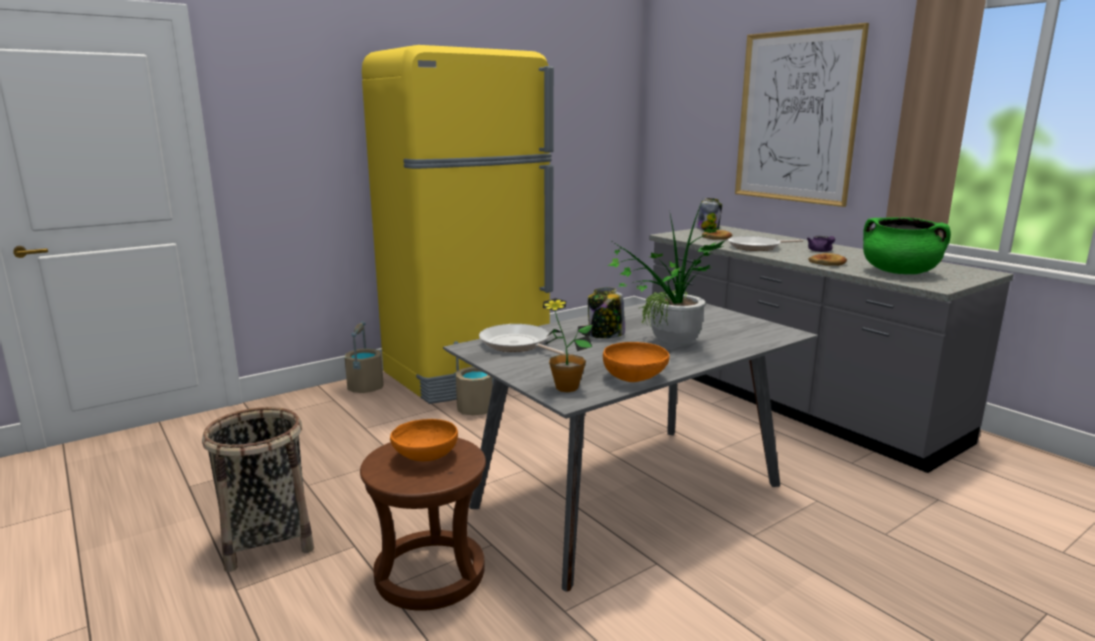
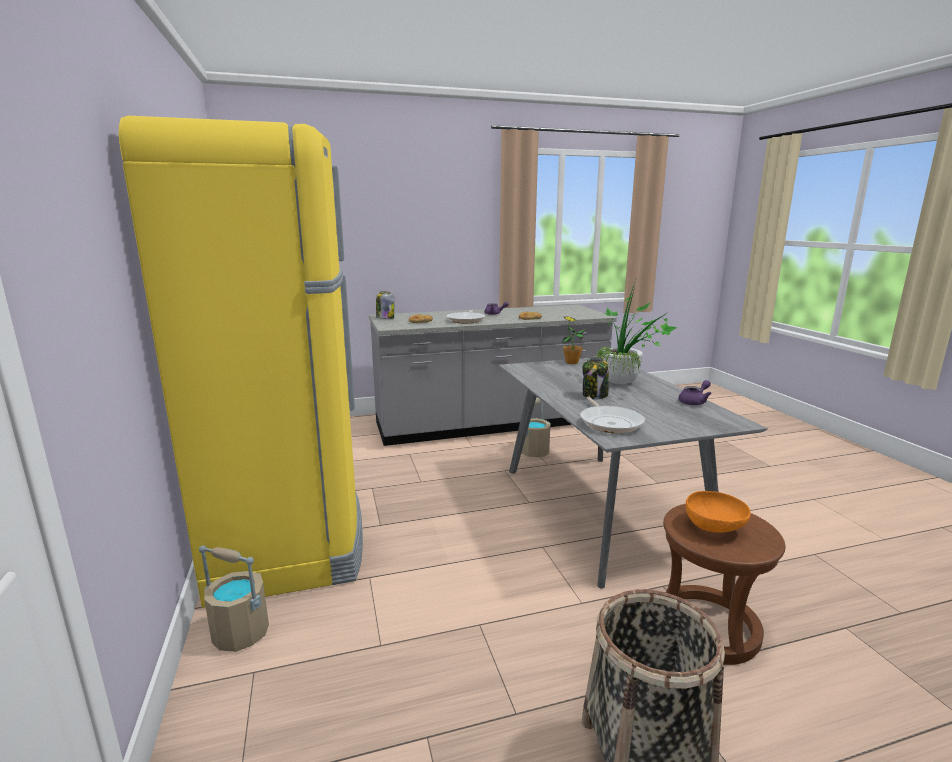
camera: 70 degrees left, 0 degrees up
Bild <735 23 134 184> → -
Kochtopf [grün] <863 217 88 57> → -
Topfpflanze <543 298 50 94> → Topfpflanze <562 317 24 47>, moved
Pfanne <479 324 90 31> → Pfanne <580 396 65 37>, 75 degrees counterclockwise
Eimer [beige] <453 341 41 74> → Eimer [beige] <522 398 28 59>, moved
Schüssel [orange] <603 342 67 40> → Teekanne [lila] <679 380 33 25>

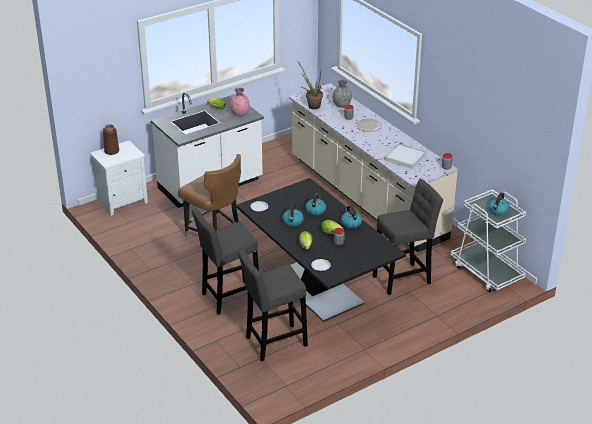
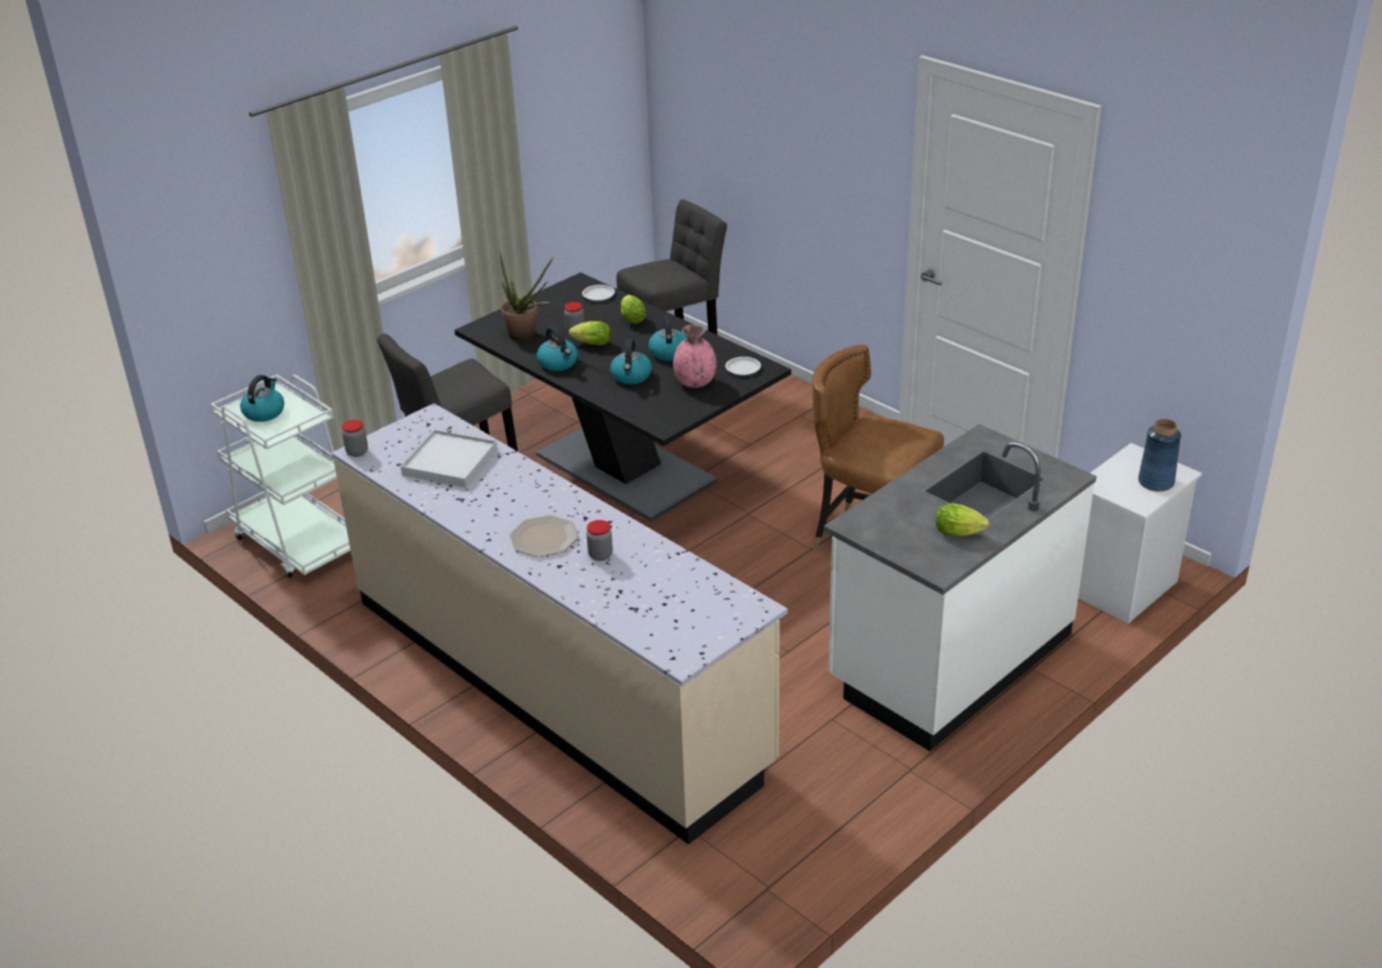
camera: 170 degrees right, 0 degrees up
Topfpflanze <298 61 25 48> → Topfpflanze <499 251 54 90>, moved
Vase [grau] <333 79 19 29> → -
Vase [rosa] <230 87 20 29> → Vase [rosa] <673 325 43 63>, moved
Vase [braun] <103 124 16 31> → Vase [blau] <1138 419 43 72>
Hocker [grau] <192 209 67 106> → -

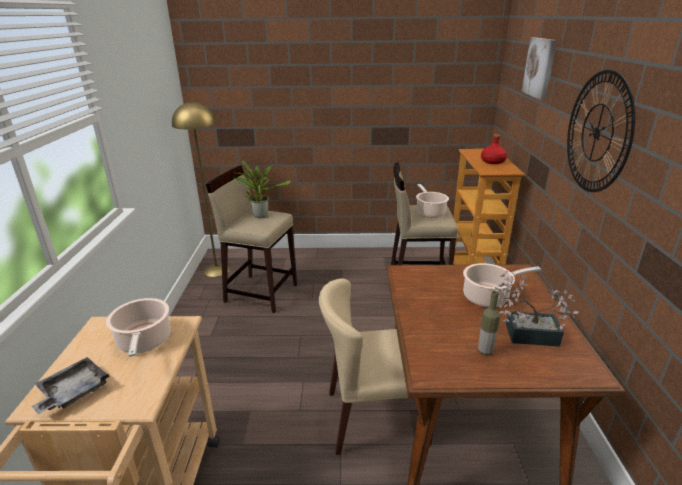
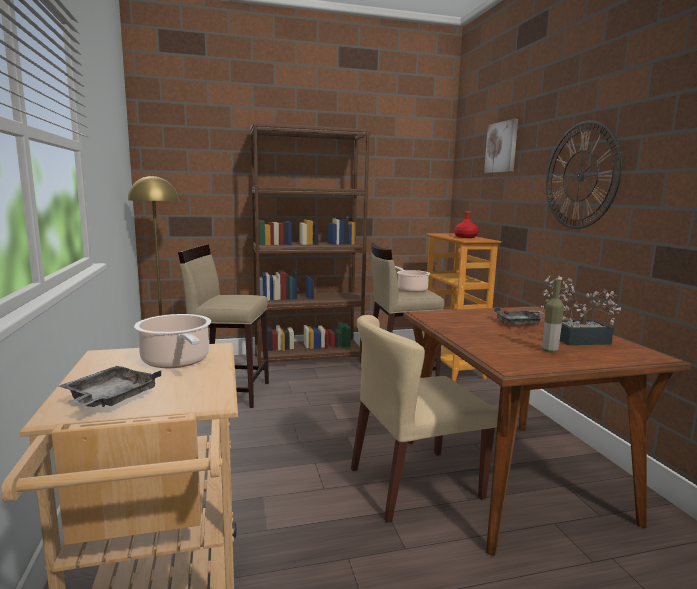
camera: 15 degrees left, 15 degrees down
Topfpflanze <233 161 58 57> → -
Kochtopf <463 263 78 44> → Tablett [grau] <494 307 51 18>
- → Bücherregal [braun] <250 123 120 243>

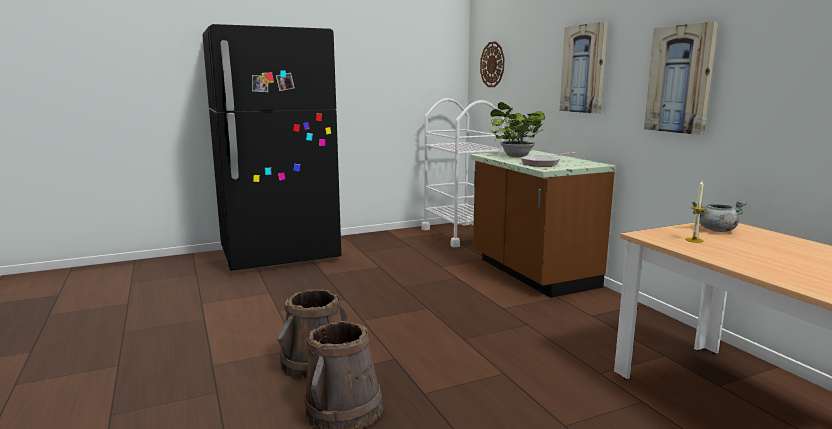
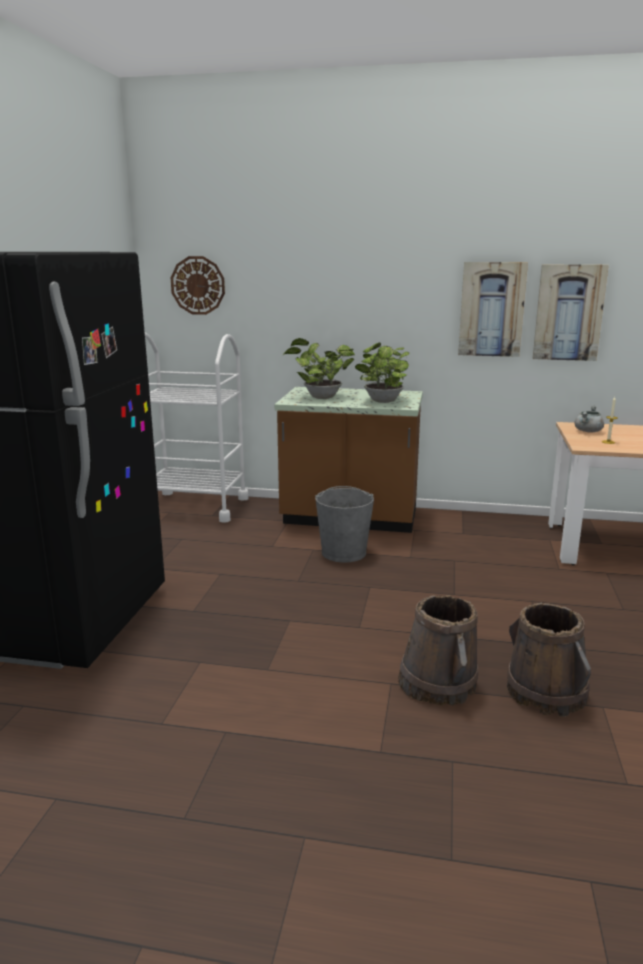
camera: 55 degrees left, 5 degrees up
Bild <560 22 48 92> → Bild <533 264 76 97>, moved
Pfanne <520 152 55 15> → Topfpflanze <355 343 54 60>
- → Eimer [grau] <315 486 59 77>

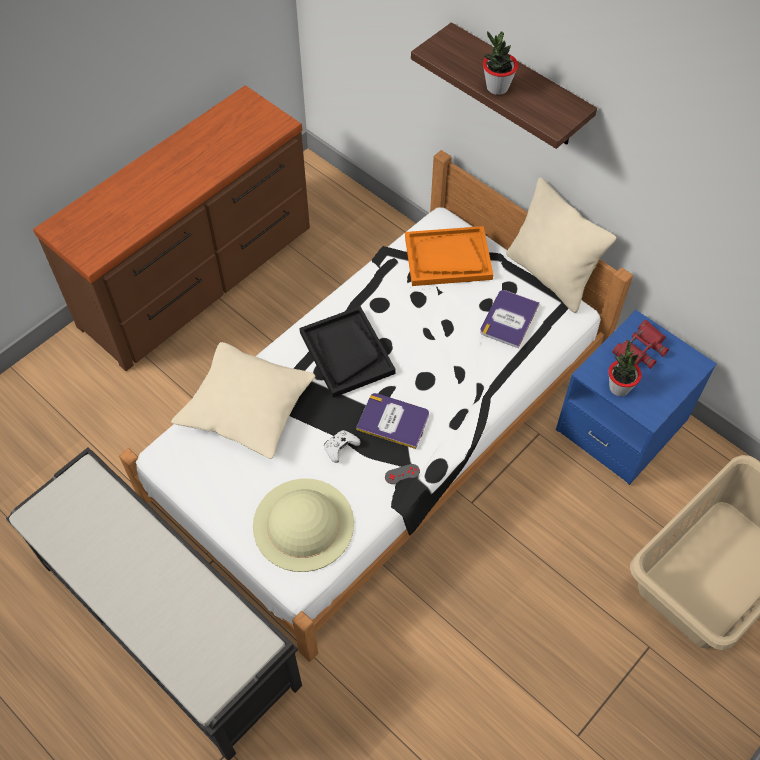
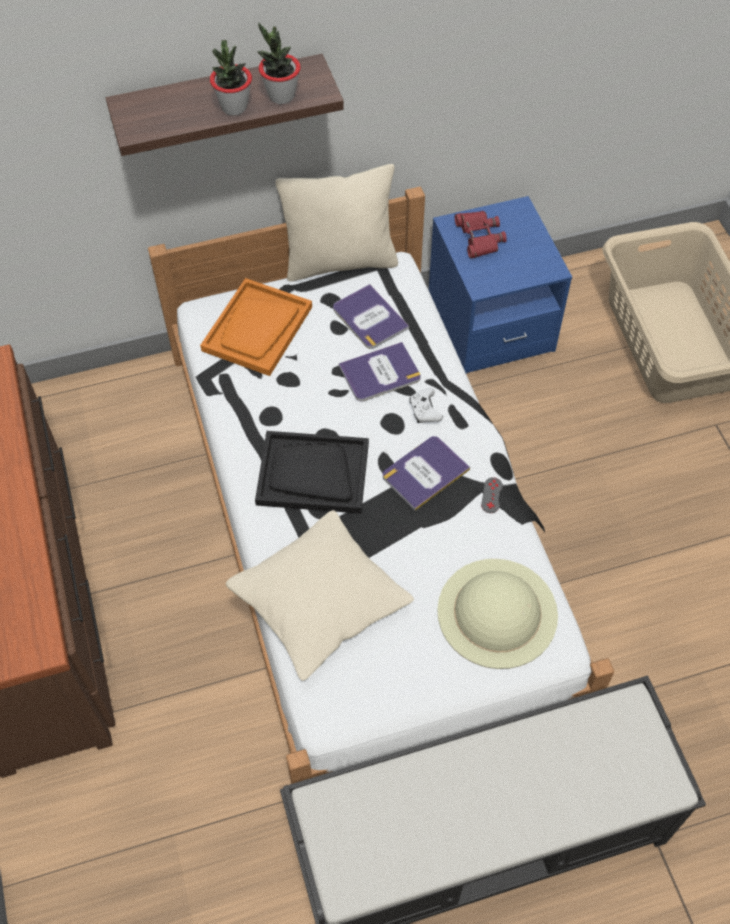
camera: 60 degrees left, 0 degrees up
Topfpflanze <608 340 34 56> → Topfpflanze <257 23 44 81>, moved
Gamepad [weiß] <324 430 36 33> → Gamepad [weiß] <410 388 33 35>, moved
- → Buch <339 342 82 60>

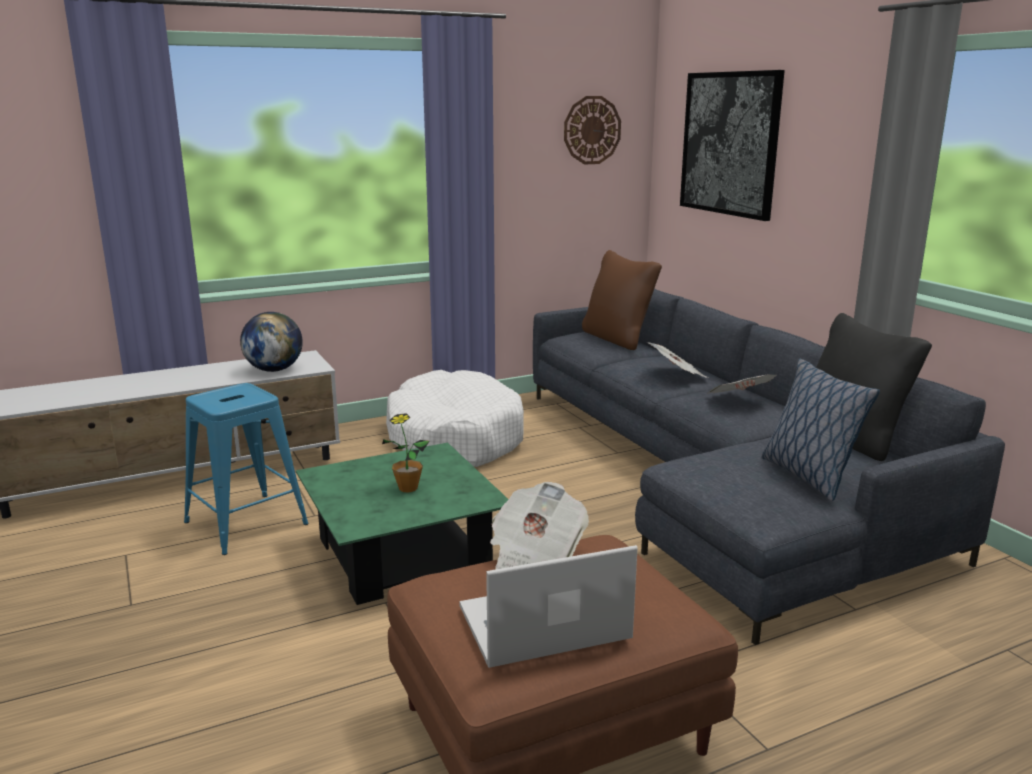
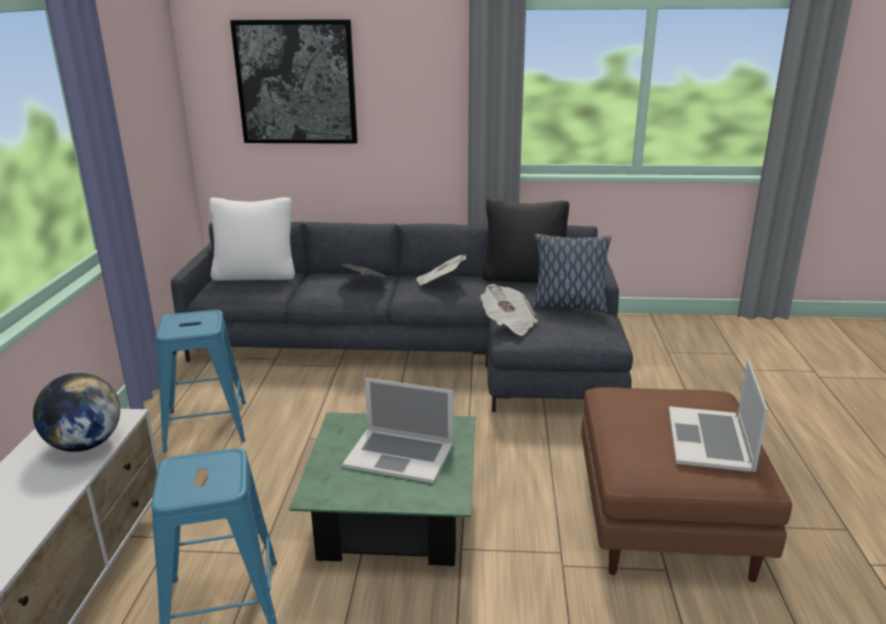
camera: 60 degrees left, 5 degrees up
Wanduhr <564 96 57 68> → -
Kissen [braun] <582 250 80 100> → Kissen [weiß] <209 197 86 84>
Hundebett [weiß] <386 370 138 97> → Hocker [blau] <156 310 90 142>
Topfpflanze <382 413 48 79> → Laptop <342 378 111 106>
Zeitung <490 482 99 88> → Zeitung <480 284 58 51>, moved

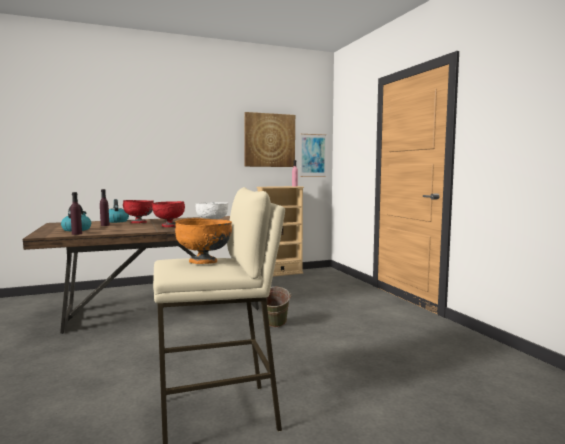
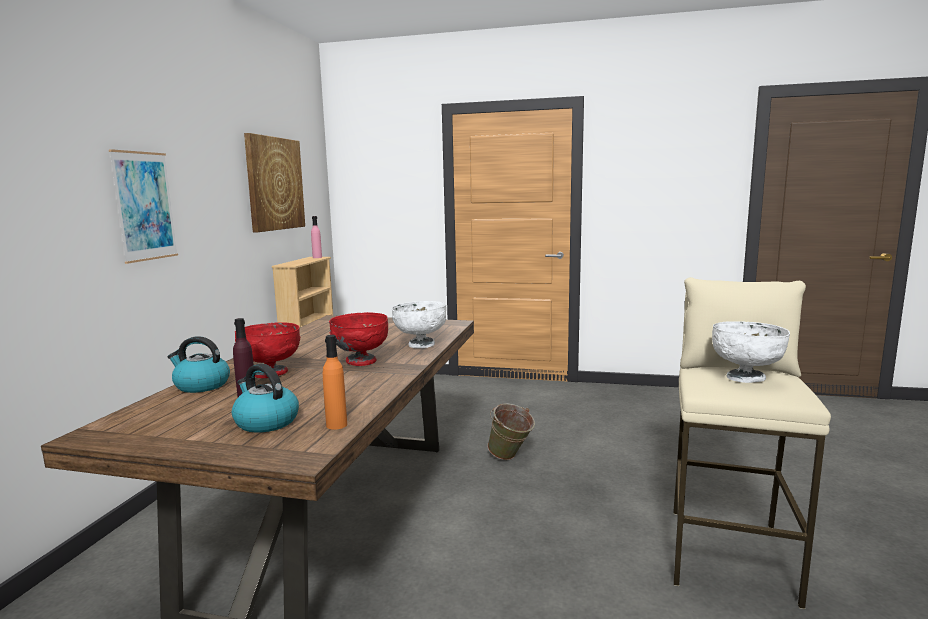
camera: 55 degrees left, 5 degrees up
Bild <300 134 26 43> → Bild <109 149 69 115>, moved
Flasche [lila] <70 192 12 43> → Flasche [orange] <323 335 24 95>
Schüssel [orange] <175 218 57 46> → Schüssel [weiß] <712 321 78 62>

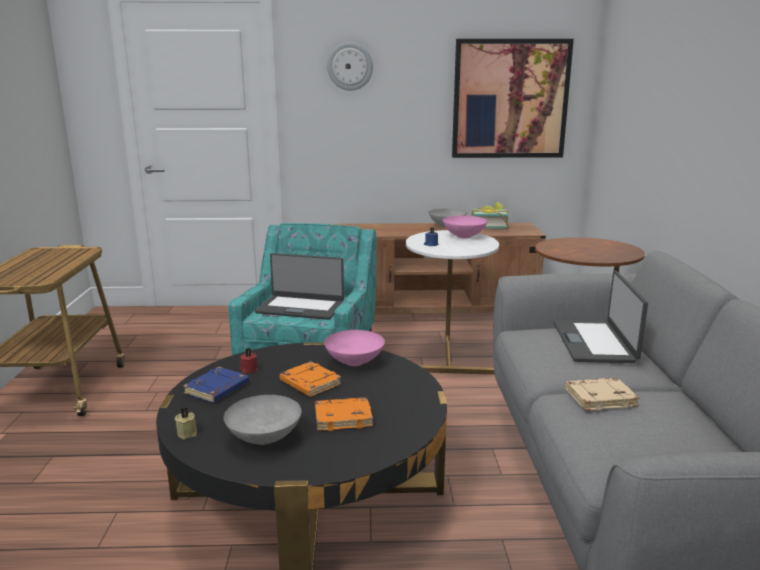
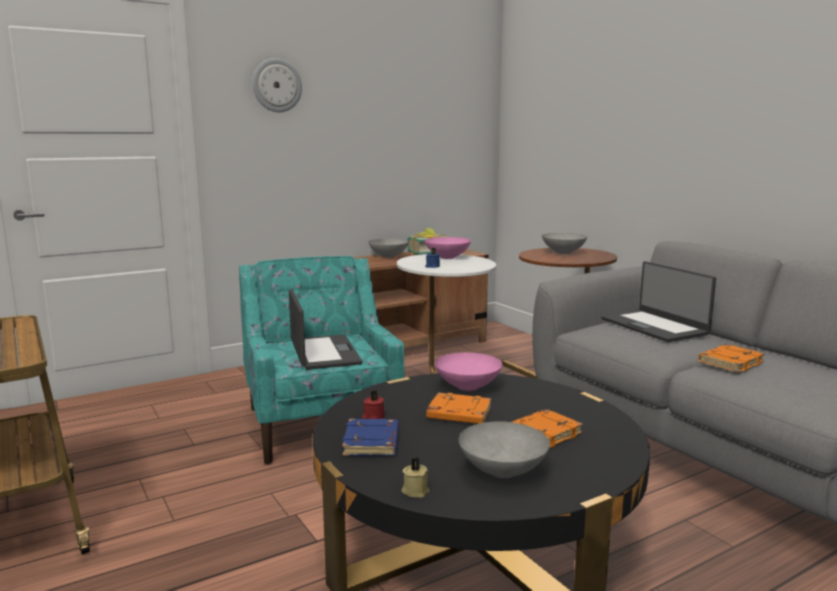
camera: 30 degrees left, 5 degrees down
Bild <452 39 122 119> → -
Laptop <255 253 89 67> → Laptop <289 289 74 81>, 90 degrees counterclockwise
Buch [beige] <565 378 74 33> → Buch [orange] <698 344 67 28>
- → Schüssel [grau] <542 233 45 21>

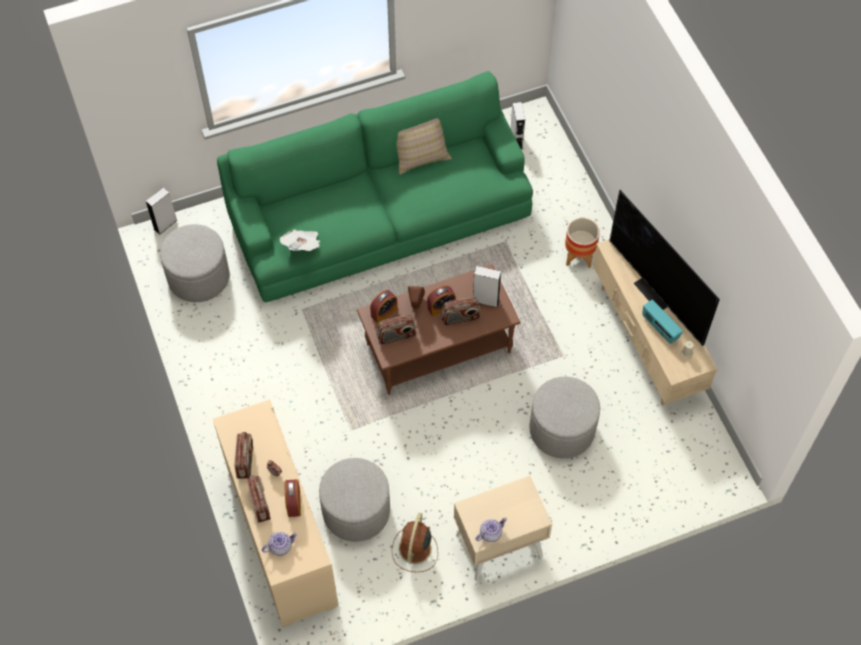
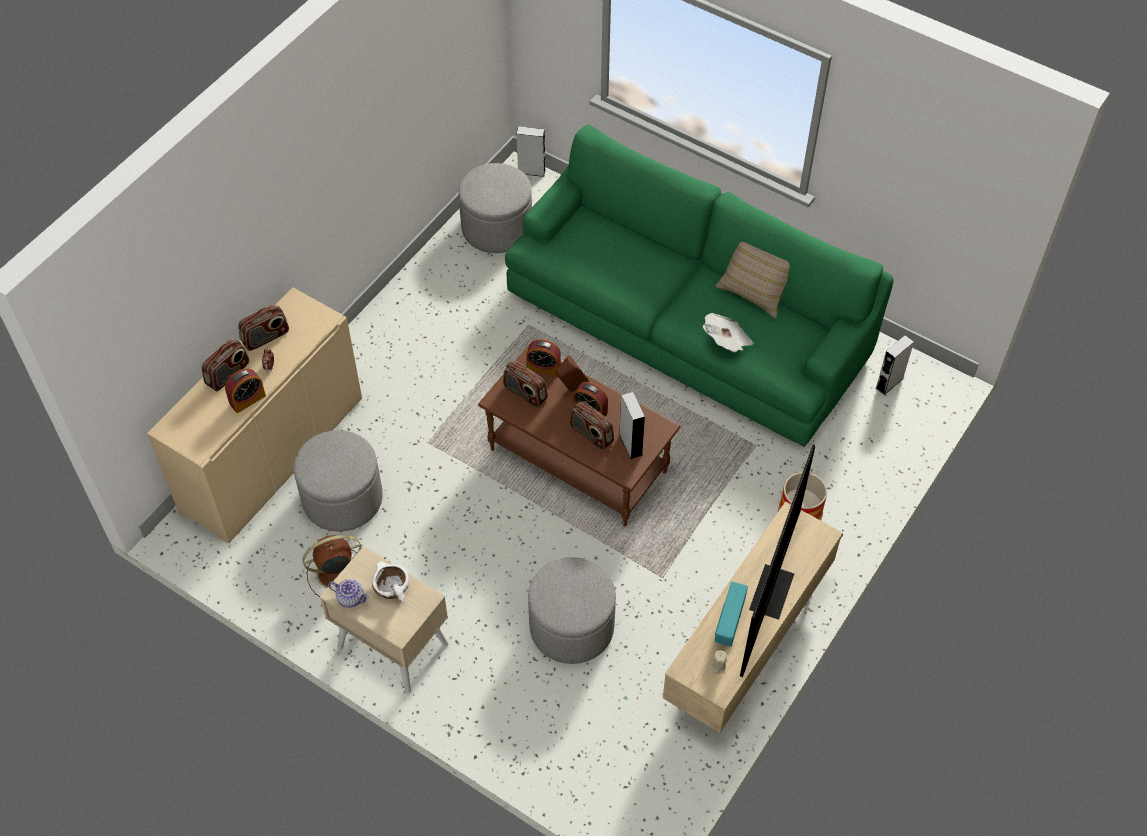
camera: 55 degrees right, 5 degrees down
Zeitung <280 229 40 22> → Zeitung <702 313 51 39>, moved
Teekanne <262 532 35 24> → -
- → Schüssel [weiß] <372 561 37 41>

